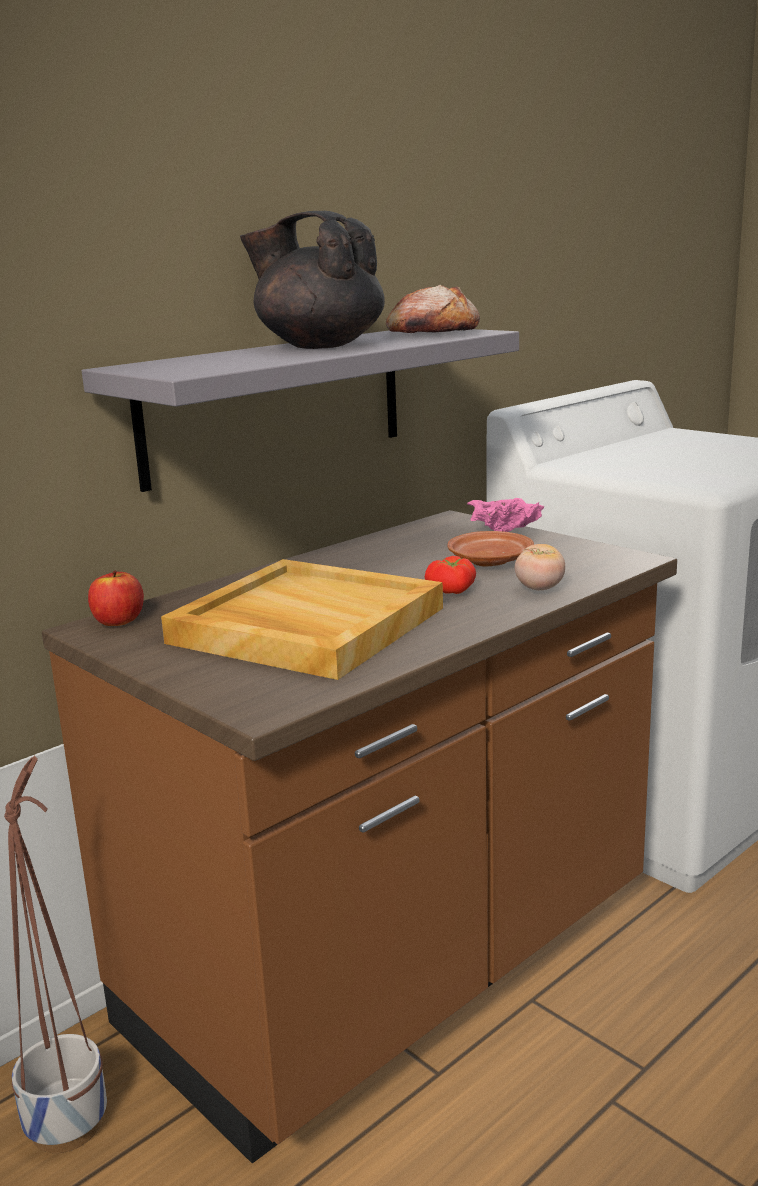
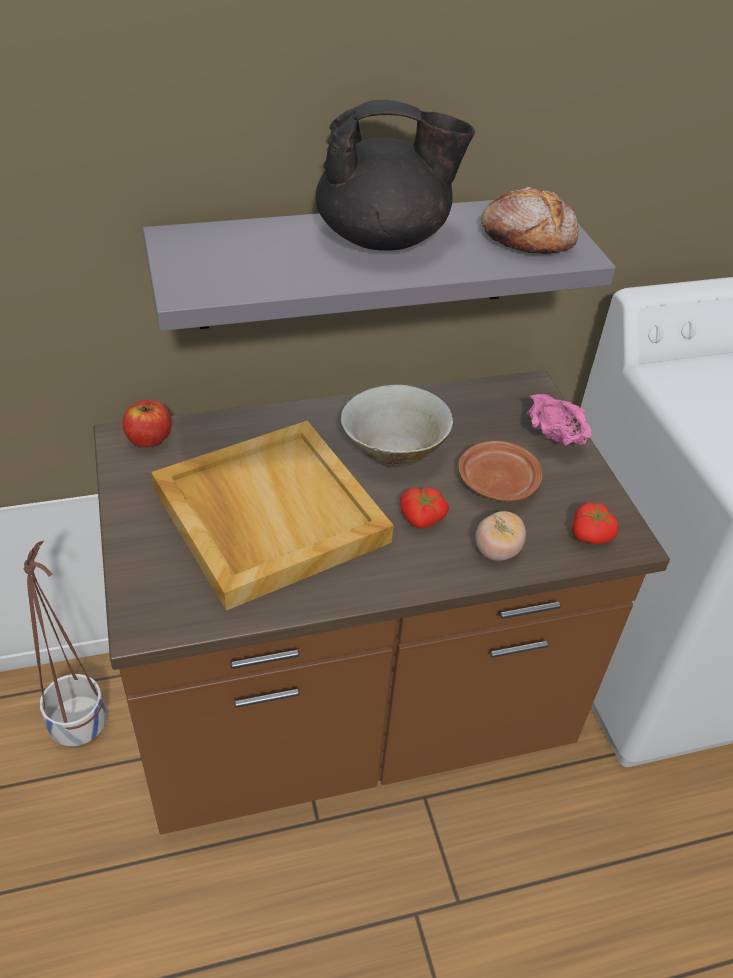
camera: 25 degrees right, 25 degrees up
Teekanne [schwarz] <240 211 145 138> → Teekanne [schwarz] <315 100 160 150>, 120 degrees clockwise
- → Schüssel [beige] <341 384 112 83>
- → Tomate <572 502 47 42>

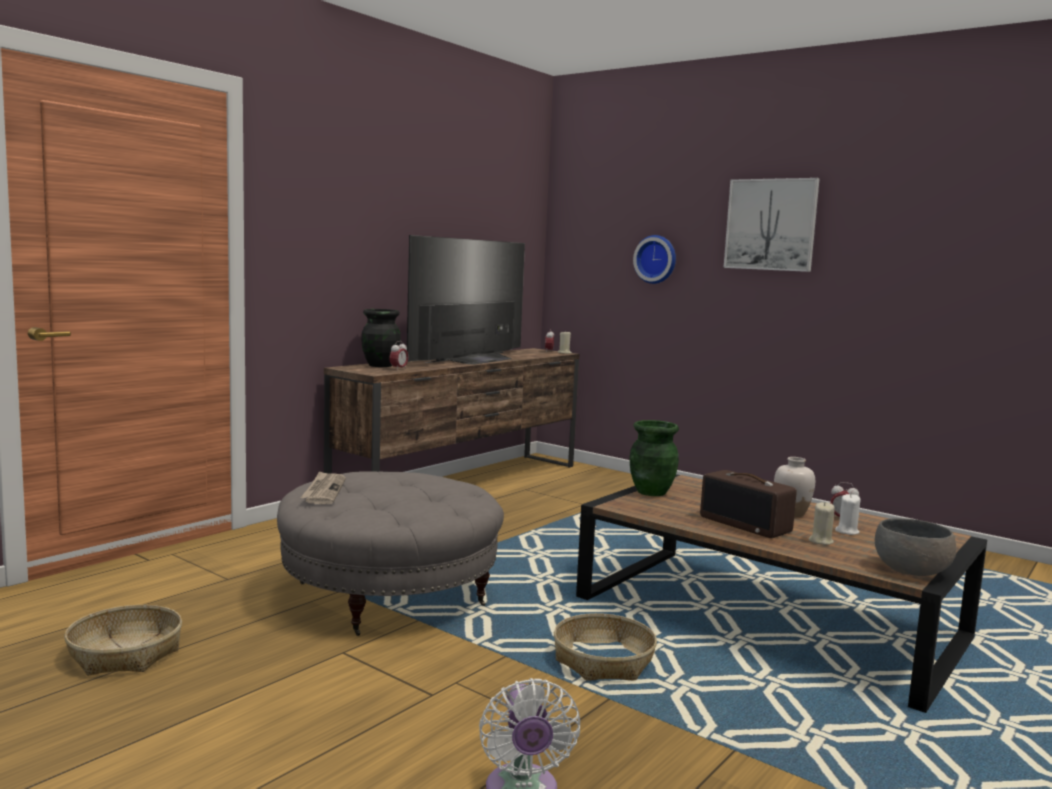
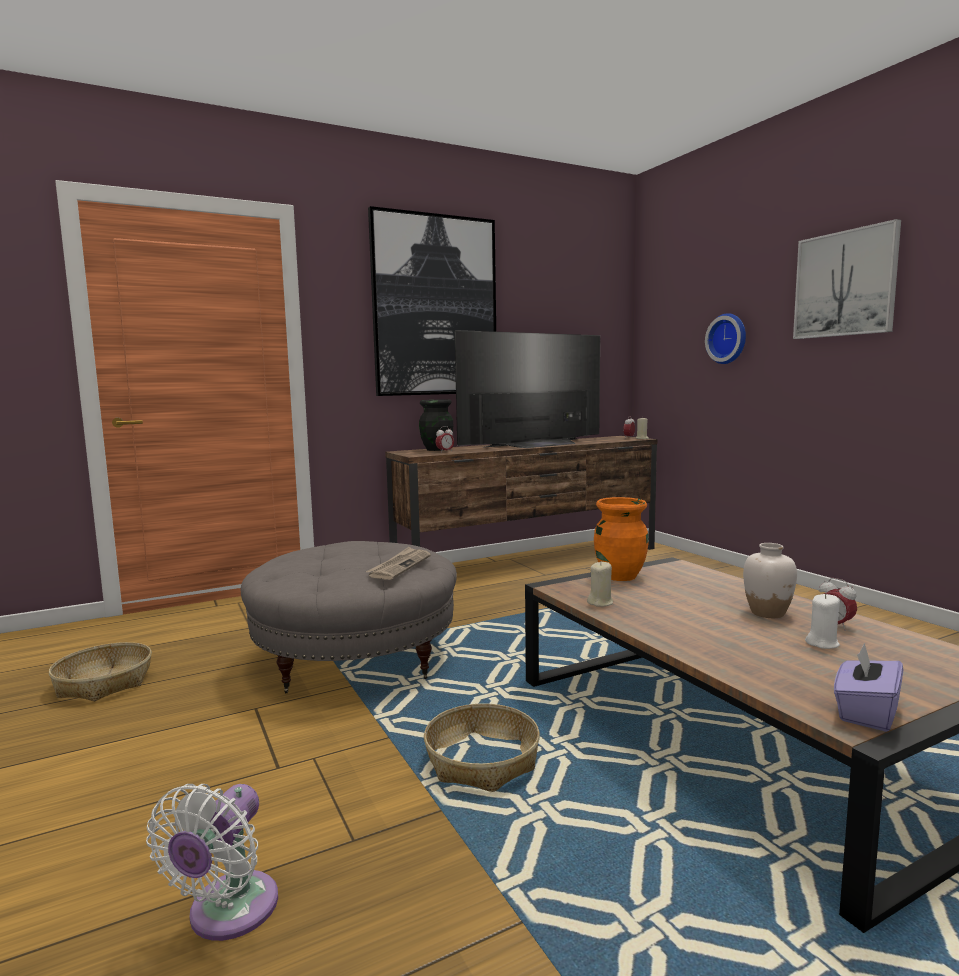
camera: 25 degrees right, 0 degrees up
Vase [grün] <629 420 50 76> → Vase [orange] <594 497 55 84>
Radio <700 470 97 68> → -
Zeitung <300 471 46 33> → Zeitung <366 547 65 33>, moved
Kerze [beige] <809 502 26 43> → Kerze [beige] <587 561 26 46>, moved
Schüssel [grau] <875 518 82 58> → Taschentuchbox [lila] <834 643 70 89>
- → Bild <368 206 128 190>

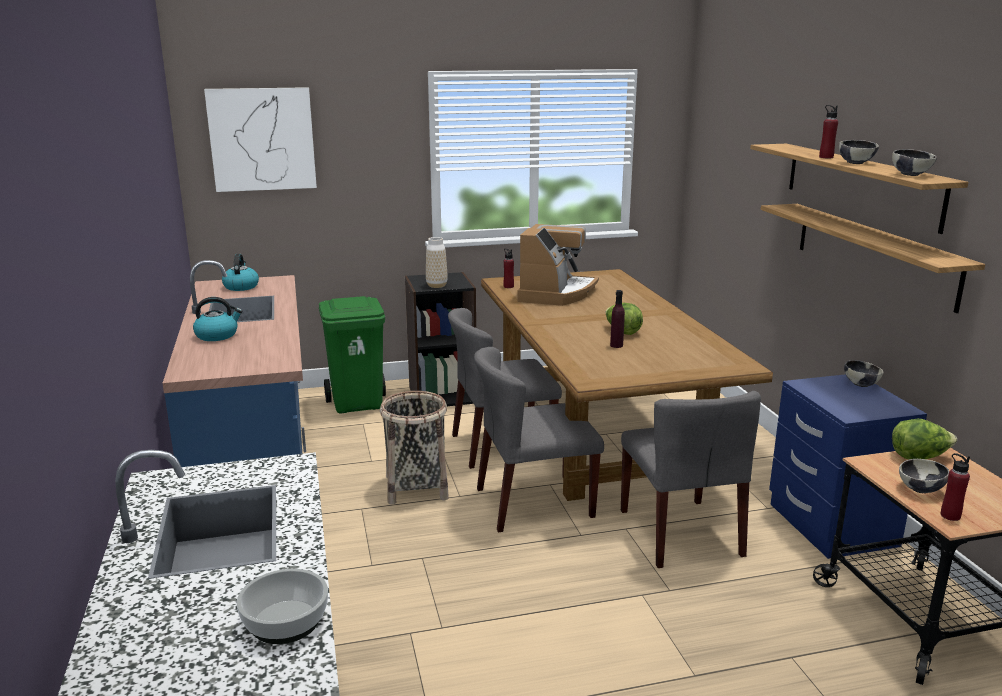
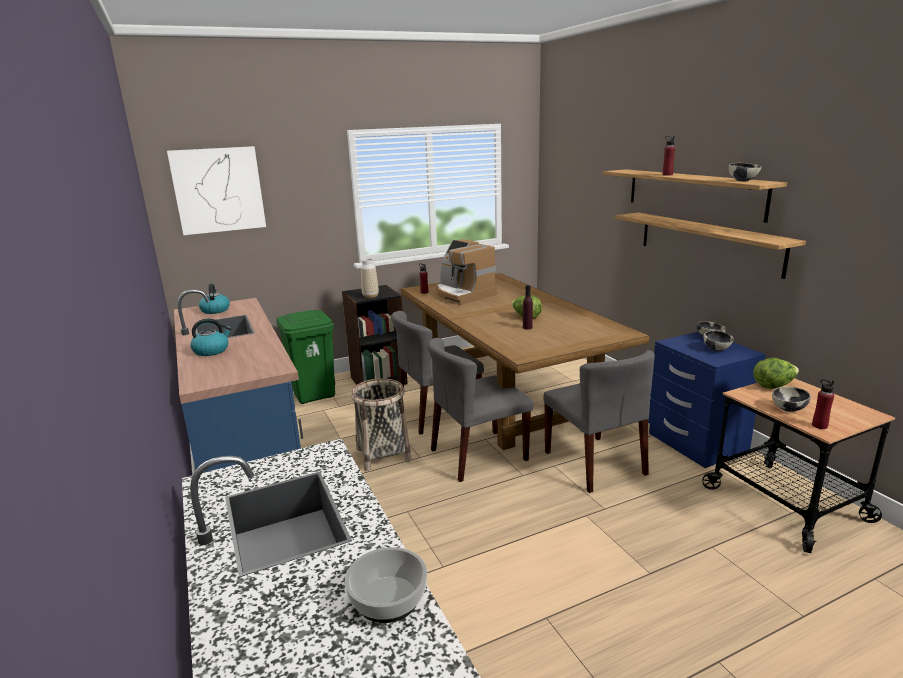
camera: 10 degrees left, 0 degrees up
Schüssel <839 140 40 24> → Schüssel <704 331 30 21>, moved
Kaffeemaschine <517 224 82 82> → Kaffeemaschine <436 239 61 66>, 135 degrees clockwise

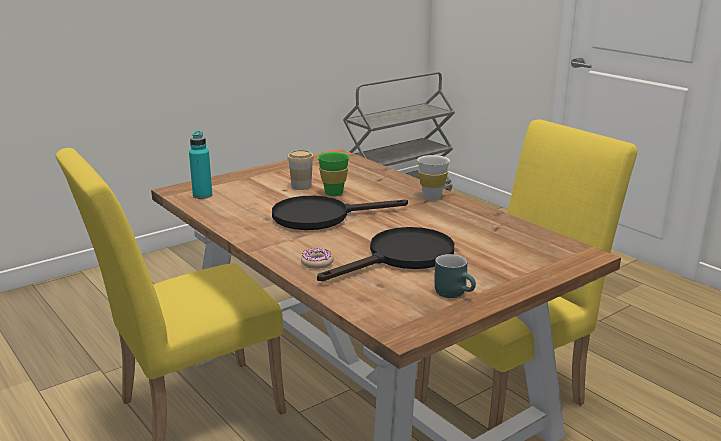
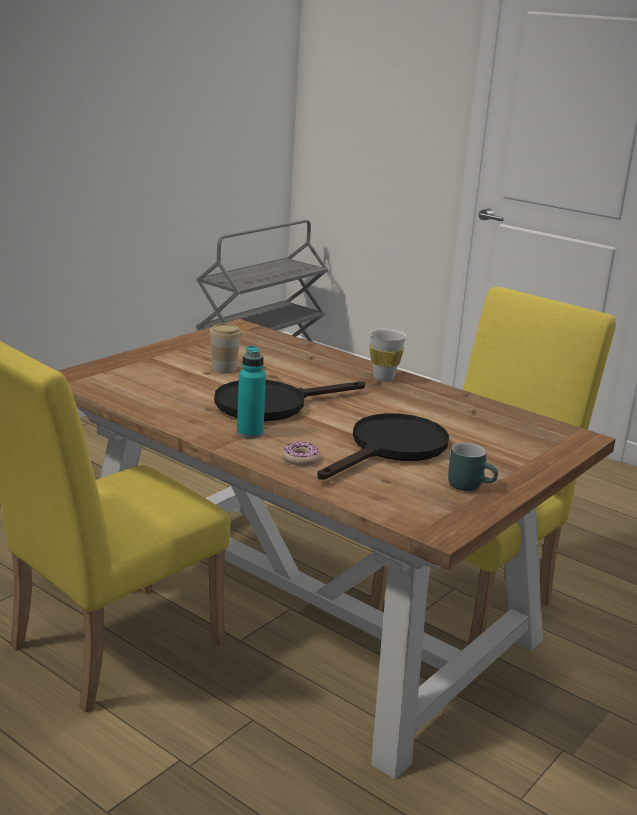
camera: 15 degrees left, 0 degrees up
Flasche [türkis] <189 131 23 68> → Flasche [türkis] <237 345 29 93>, moved
Tasse [grün] <318 152 32 44> → -

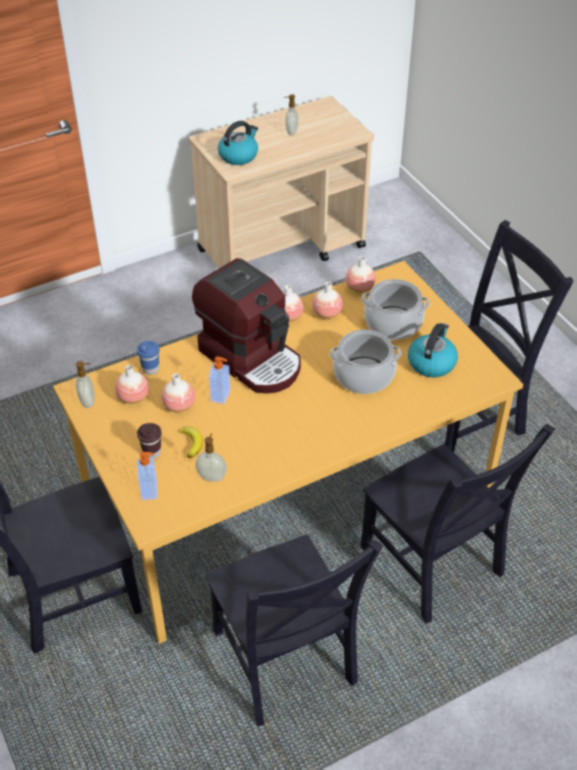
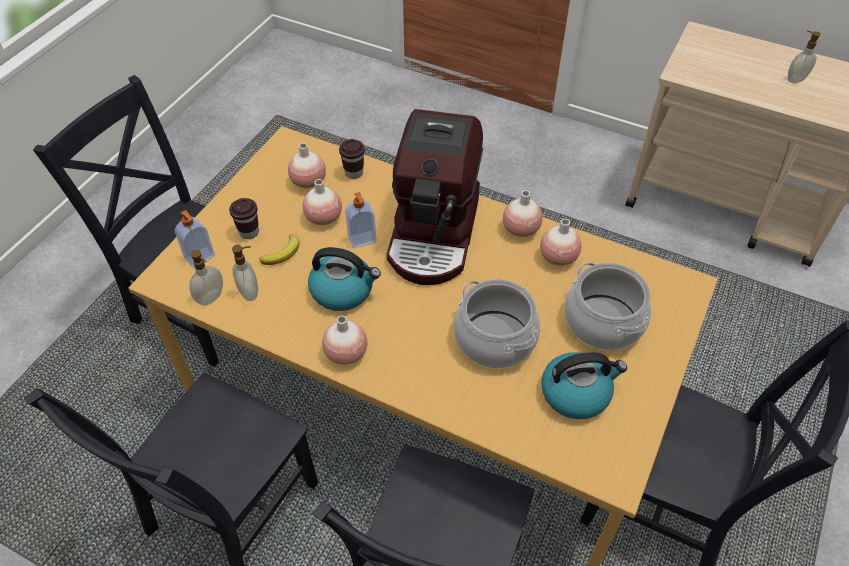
camera: 55 degrees right, 5 degrees up
Wasserkessel <218 121 40 44> → Wasserkessel <308 247 73 64>, moved
Vase <346 256 30 37> → Vase <322 316 45 49>, moved
Tasse [blau] <137 341 23 34> → Tasse [braun] <339 139 26 40>
Seifenspender <76 361 19 47> → Seifenspender <189 250 34 56>, moved

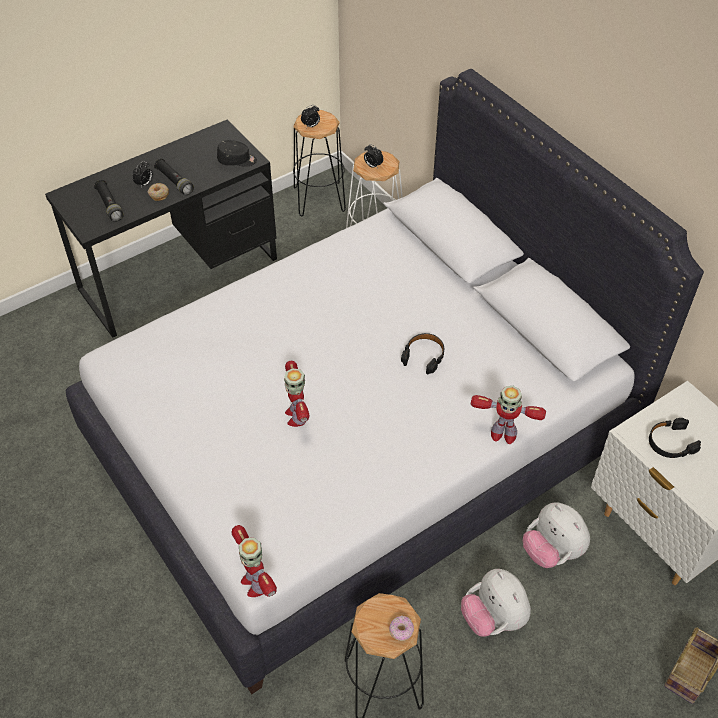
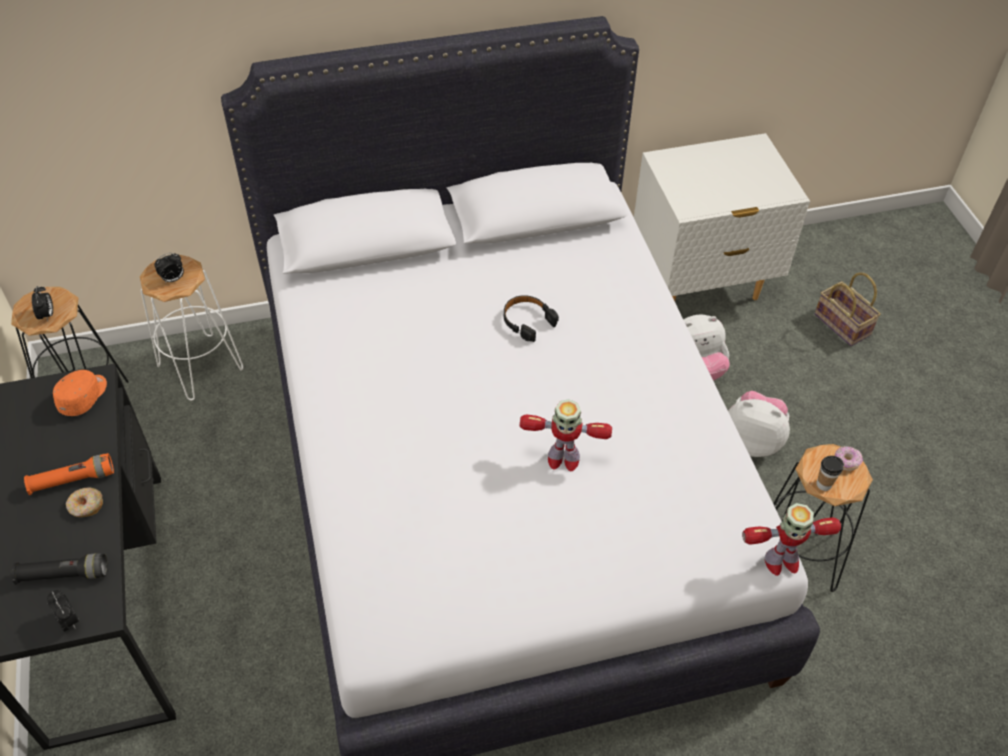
camera: 70 degrees left, 0 degrees up
Kappe [schwarz] <217 140 40 27> → Kappe [orange] <53 370 54 46>
Taschenlampe [schwarz] <154 158 40 37> → Taschenlampe [orange] <24 453 90 42>
Wecker <133 161 20 27> → Wecker <47 590 32 42>, moved
Spielzeugroboter <471 386 75 58> → -
Kopfhörer [schwarz] <649 418 52 40> → -
Plüschtier <461 569 70 68> → Plüschtier <728 391 62 66>, 150 degrees counterclockwise
- → Tasse <816 456 28 35>

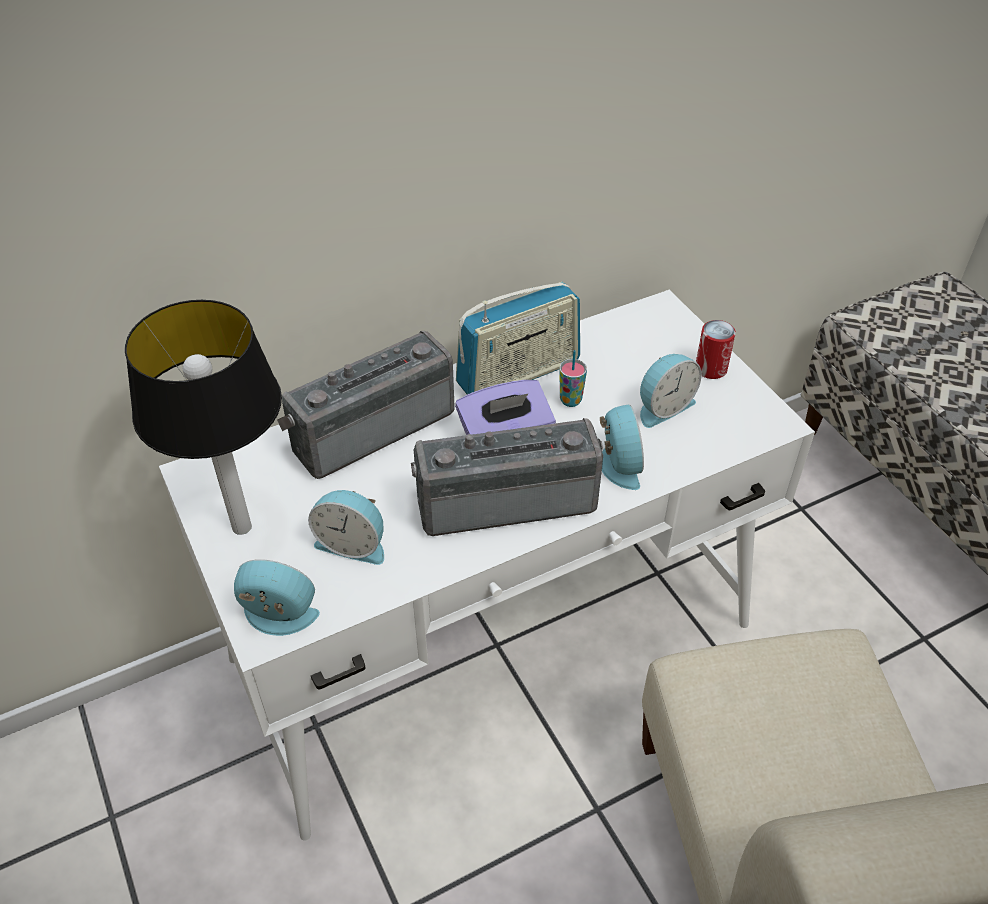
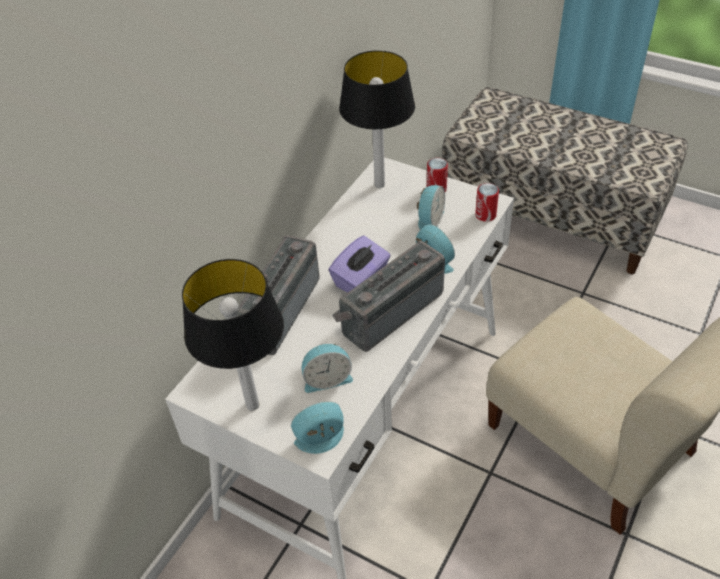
camera: 30 degrees left, 0 degrees up
Radio <456 282 124 112> → -
Tasse <559 350 28 57> → -
- → Tischlampe <339 50 76 138>
- → Dose <475 183 24 39>

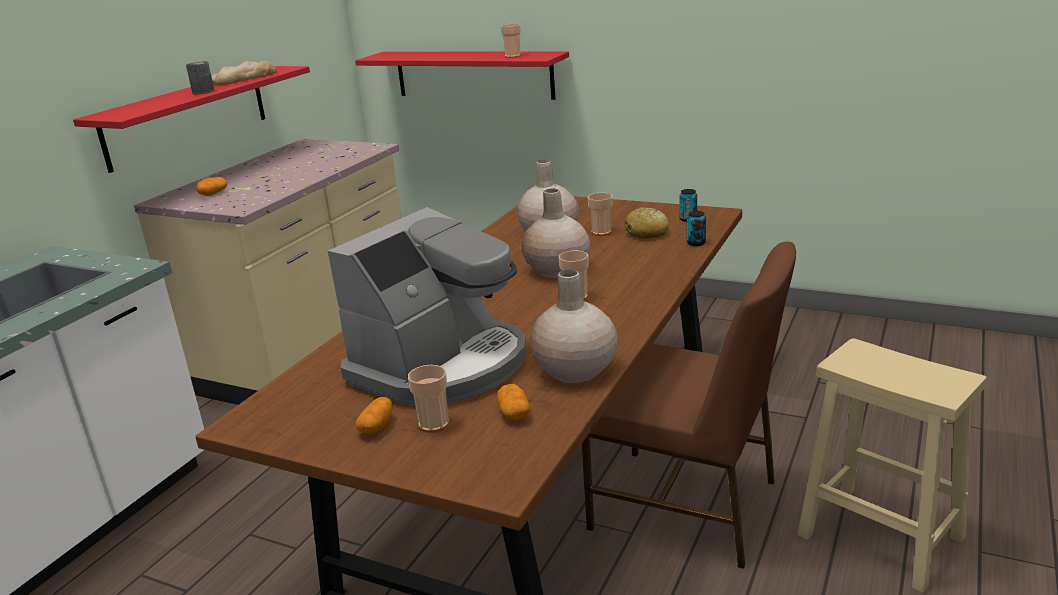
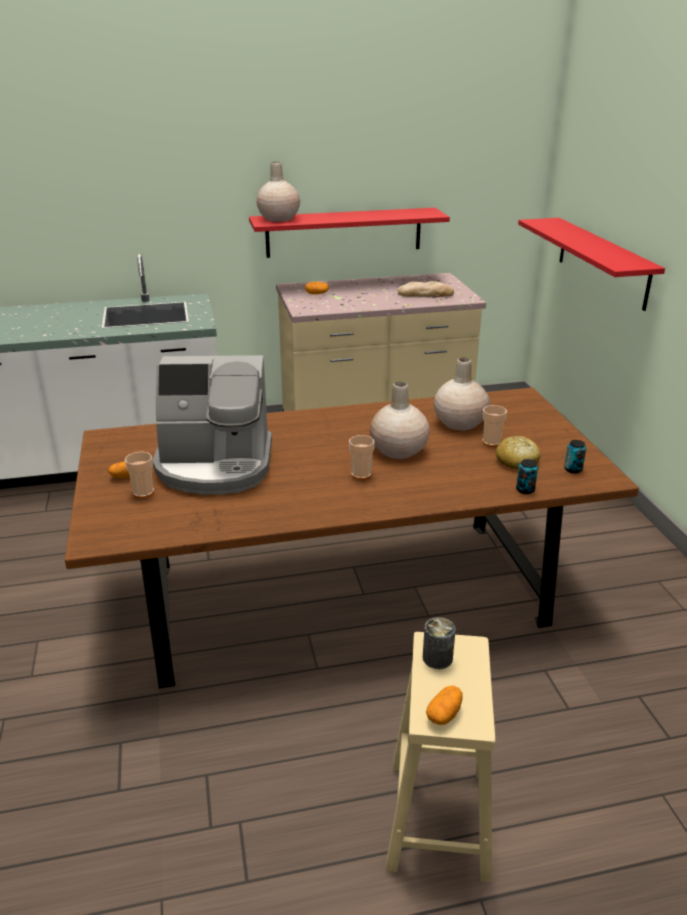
camera: 50 degrees right, 5 degrees up
Tasse <500 24 21 34> → -
Dose <186 61 28 33> → Dose <423 617 33 52>, moved
Brot <212 61 65 24> → Brot <398 281 56 16>, moved
Stuhl [braun] <582 242 214 327> → -
Vase [beige] <530 270 88 113> → Vase [beige] <256 162 44 60>, moved
Kartoffel <497 384 33 36> → Kartoffel <426 685 36 40>, moved

